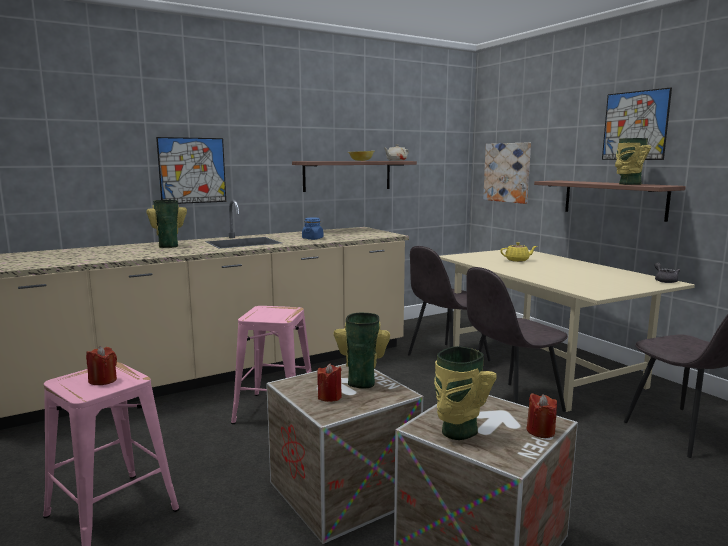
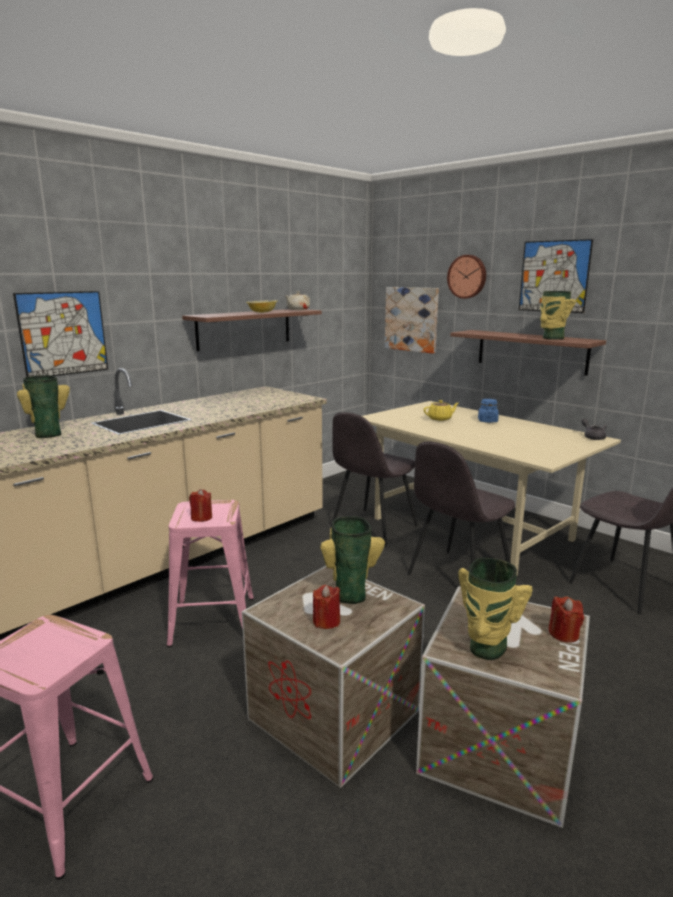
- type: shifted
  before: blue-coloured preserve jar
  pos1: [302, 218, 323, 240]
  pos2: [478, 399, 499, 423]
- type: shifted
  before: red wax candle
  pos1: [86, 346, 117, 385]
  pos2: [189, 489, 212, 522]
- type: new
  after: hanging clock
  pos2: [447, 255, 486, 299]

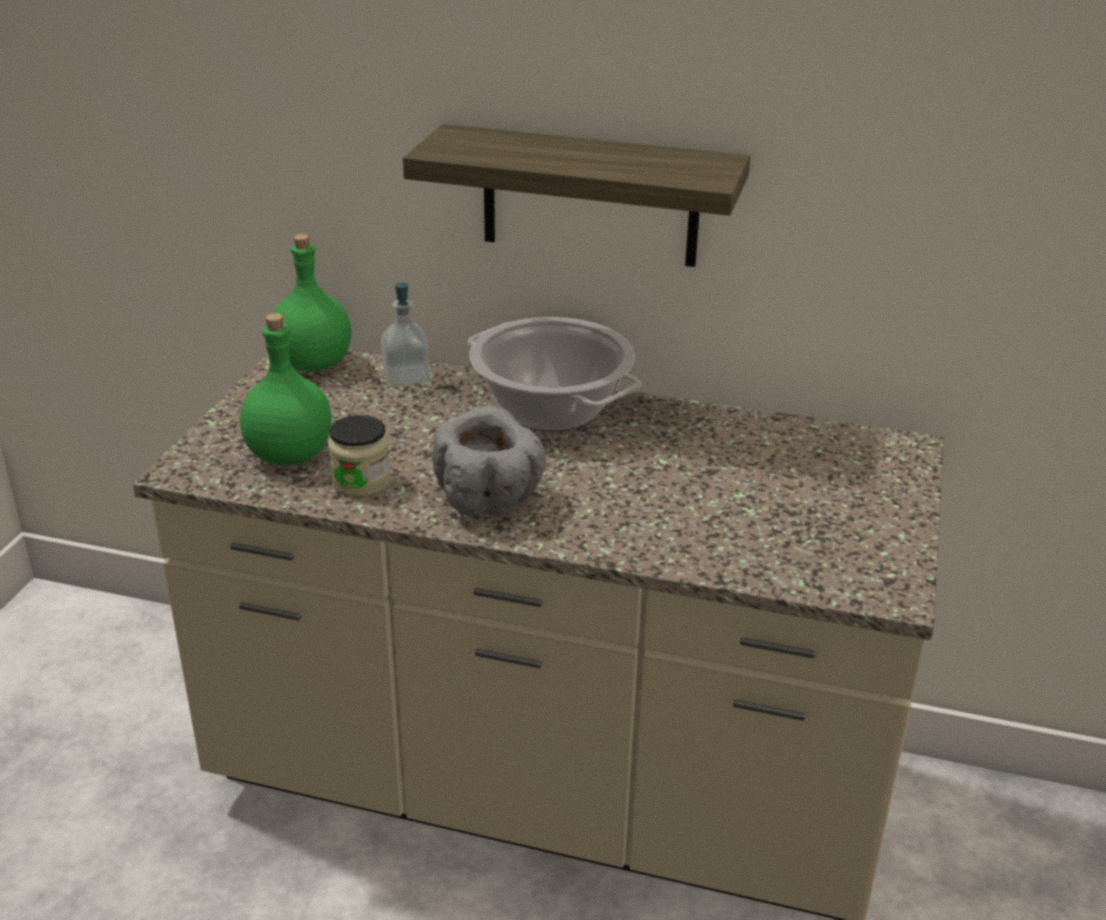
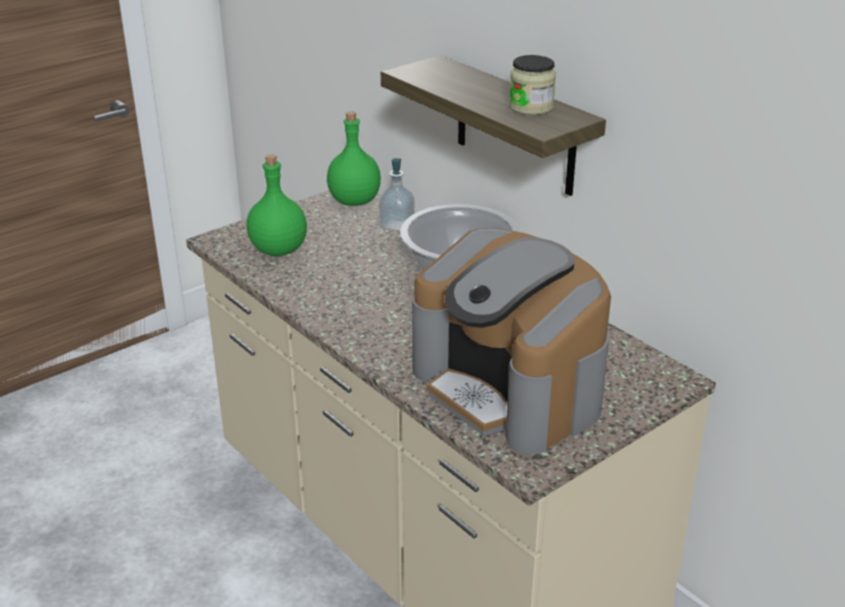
- type: gone
  before: greyish serving bowl
  pos1: [432, 405, 546, 516]
- type: shifted
  before: preserve jar
  pos1: [328, 415, 391, 497]
  pos2: [509, 55, 556, 115]
- type: new
  after: coffee machine
  pos2: [412, 228, 611, 454]

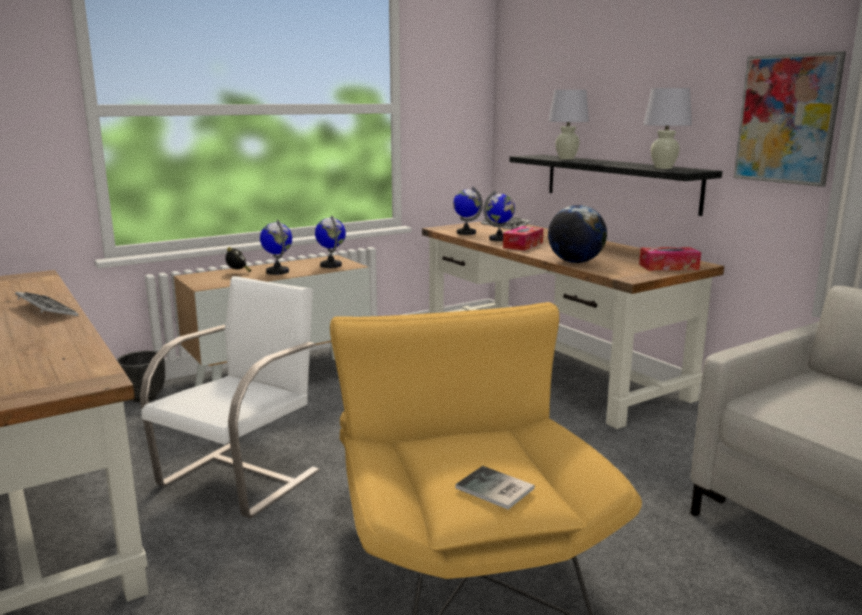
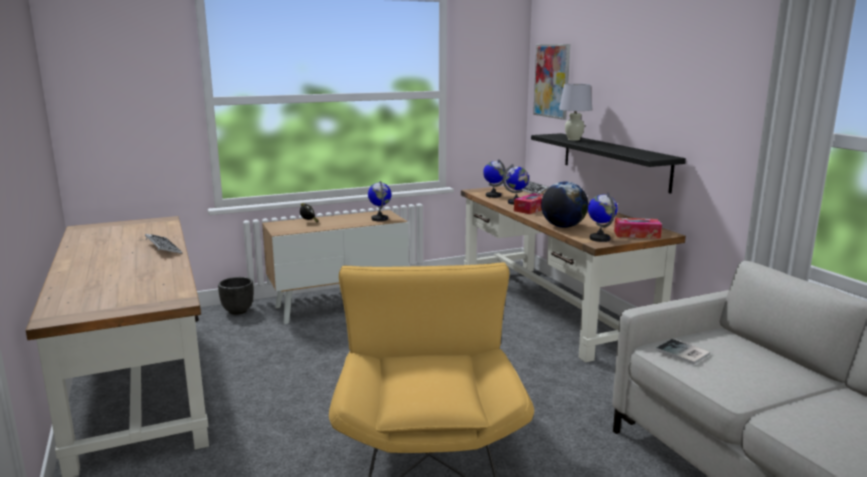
- type: shifted
  before: wall picture
  pos1: [734, 51, 846, 187]
  pos2: [533, 44, 570, 120]
- type: gone
  before: white lamp for a table
  pos1: [643, 88, 692, 169]
- type: shifted
  before: world globe
  pos1: [260, 219, 292, 275]
  pos2: [588, 193, 618, 242]
- type: gone
  before: white chair
  pos1: [140, 276, 320, 518]
- type: shifted
  before: volume
  pos1: [455, 466, 535, 510]
  pos2: [656, 339, 710, 364]

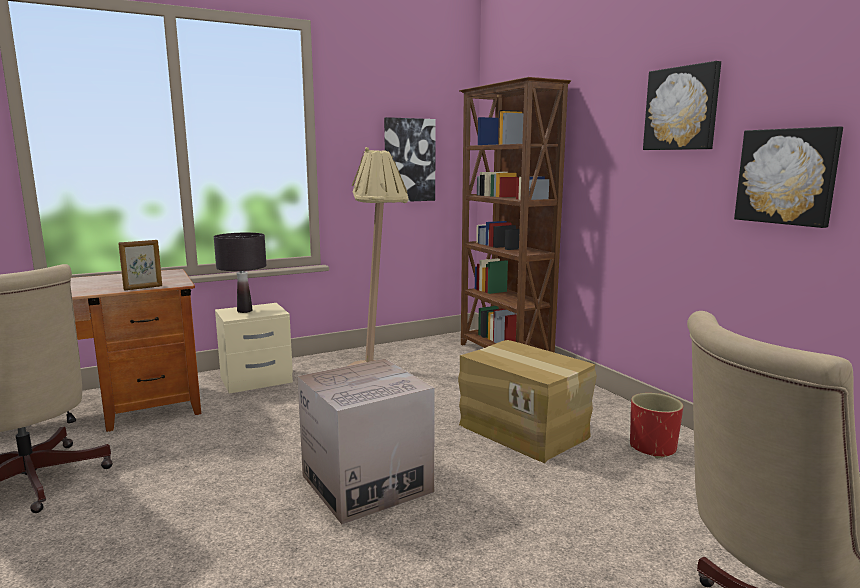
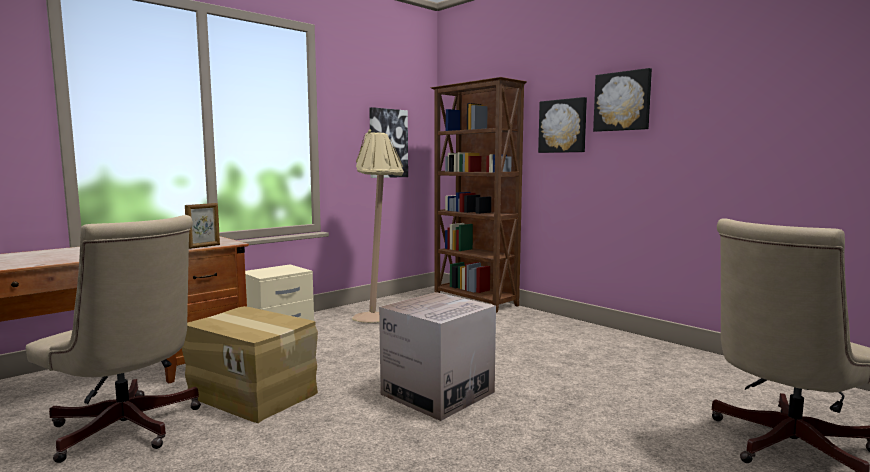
- type: shifted
  before: wall picture
  pos1: [734, 126, 843, 228]
  pos2: [538, 97, 587, 153]
- type: gone
  before: black-coloured lamp for a table
  pos1: [214, 233, 266, 313]
- type: shifted
  before: packing box
  pos1: [458, 340, 596, 463]
  pos2: [182, 306, 318, 423]
- type: gone
  before: red flower pot
  pos1: [630, 393, 683, 458]

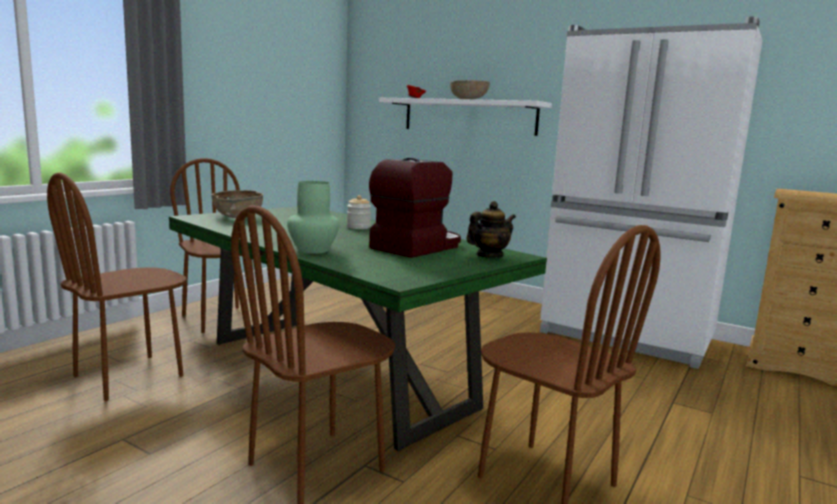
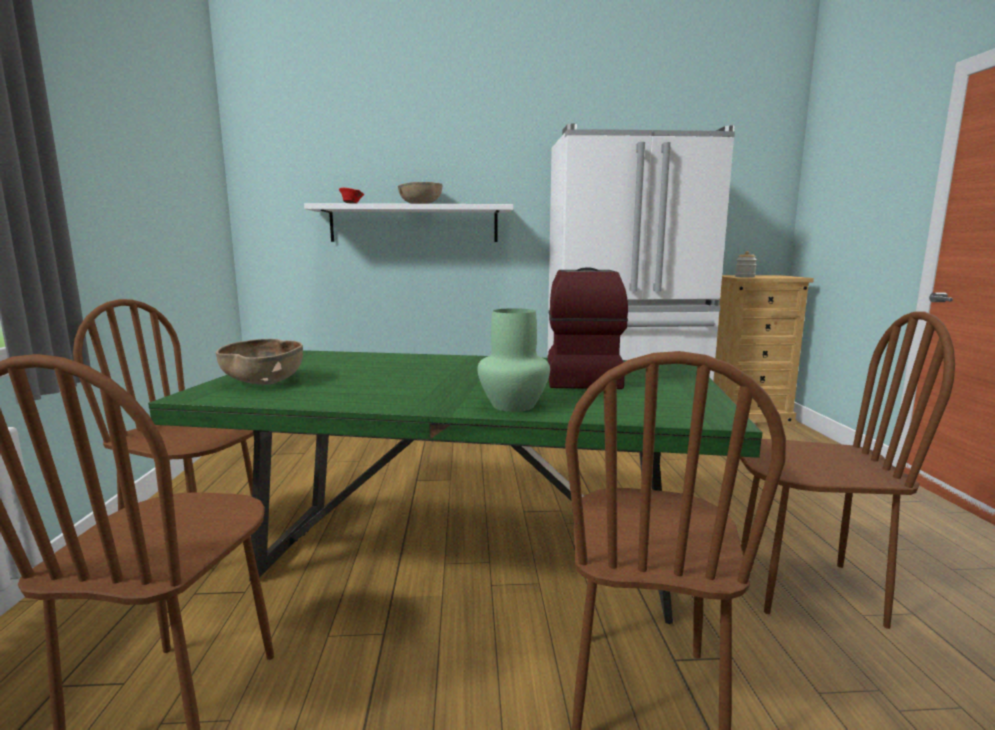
- type: shifted
  before: preserve jar
  pos1: [347, 195, 371, 229]
  pos2: [735, 251, 757, 278]
- type: gone
  before: teapot
  pos1: [466, 201, 516, 258]

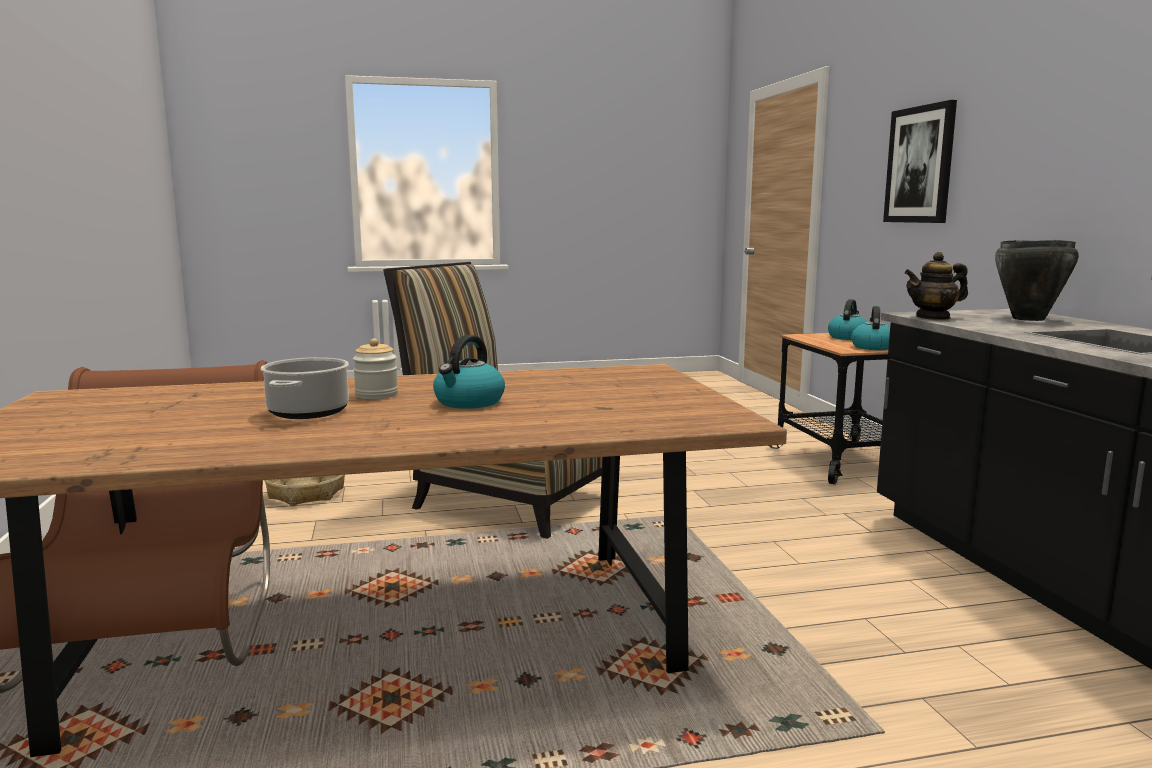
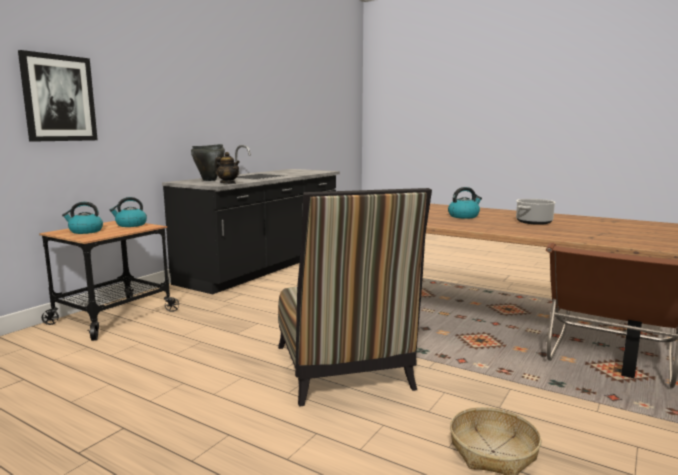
- type: gone
  before: preserve jar
  pos1: [353, 338, 398, 399]

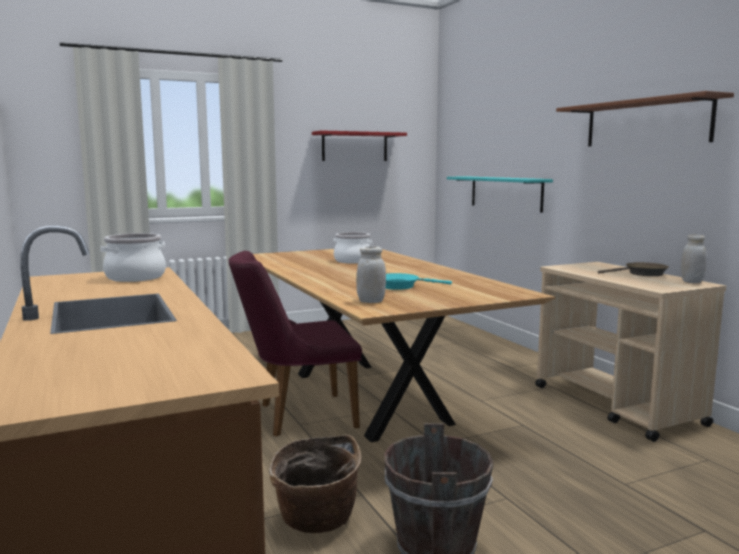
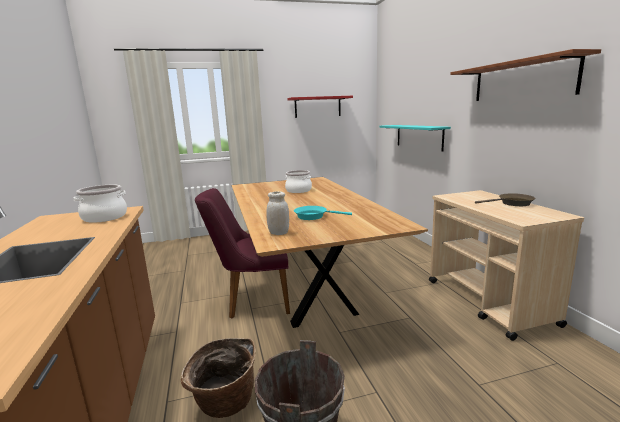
- type: gone
  before: white preserve jar
  pos1: [681, 234, 706, 283]

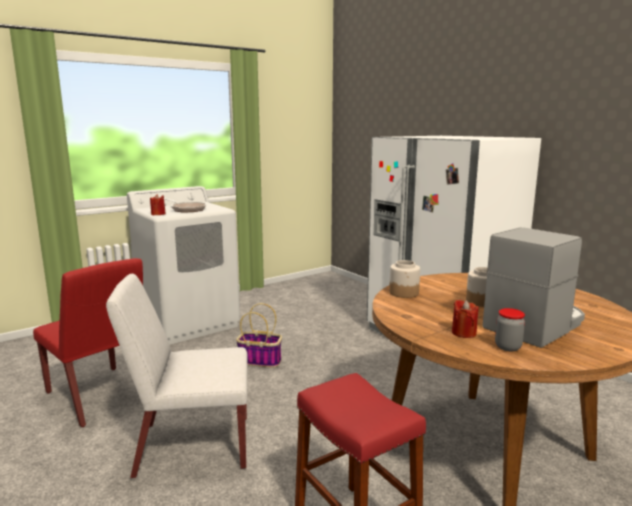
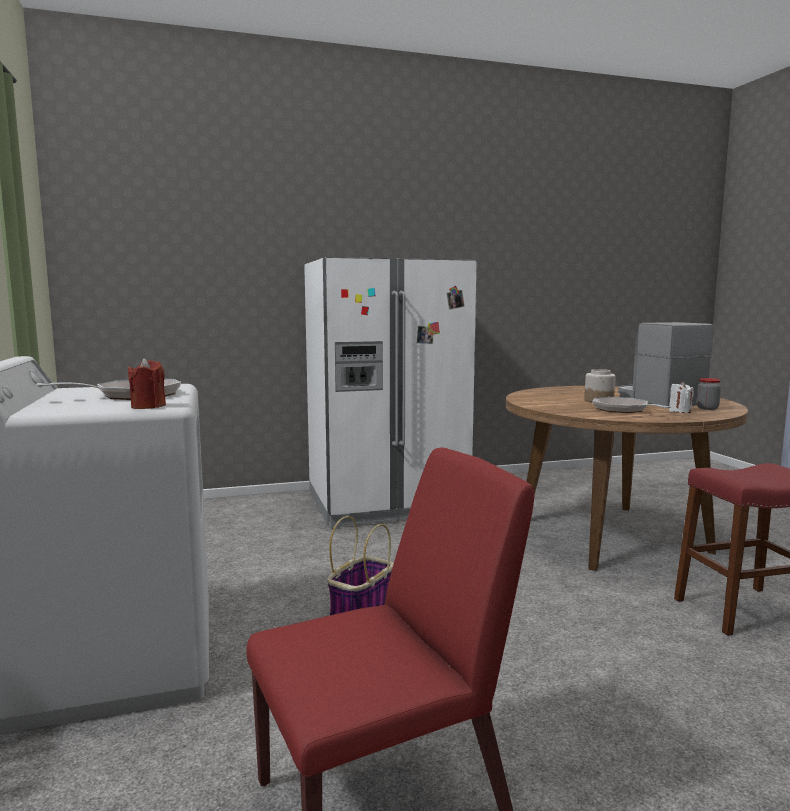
- type: gone
  before: preserve jar
  pos1: [389, 260, 420, 298]
- type: gone
  before: white chair
  pos1: [106, 274, 248, 479]
- type: repainted
  before: red wax candle
  after: white wax candle
  pos1: [452, 300, 479, 338]
  pos2: [669, 381, 694, 413]
- type: new
  after: frying pan
  pos2: [593, 397, 671, 413]

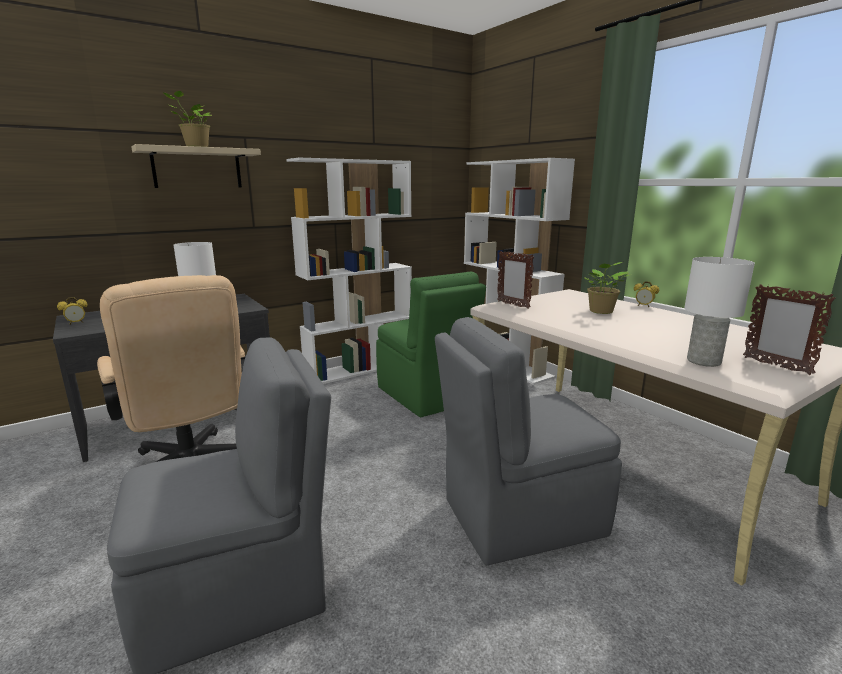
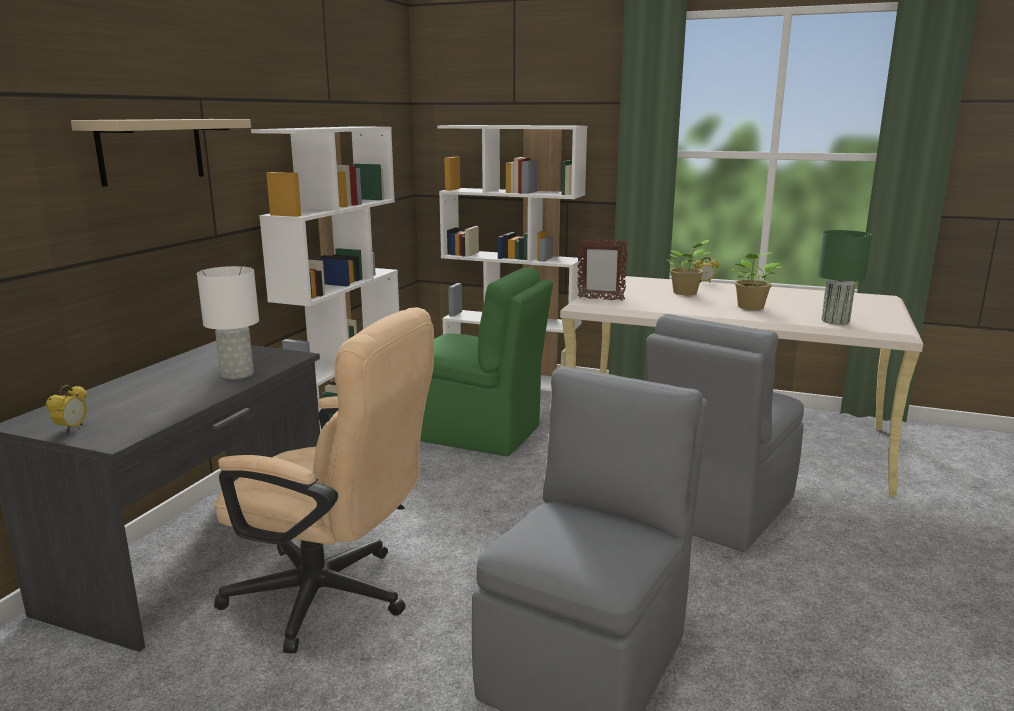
- type: shifted
  before: plant in a pot
  pos1: [162, 91, 212, 147]
  pos2: [732, 252, 784, 310]
- type: repainted
  before: white lamp for a table
  after: green lamp for a table
  pos1: [684, 257, 755, 367]
  pos2: [818, 230, 872, 325]
- type: gone
  before: picture frame
  pos1: [743, 284, 836, 375]

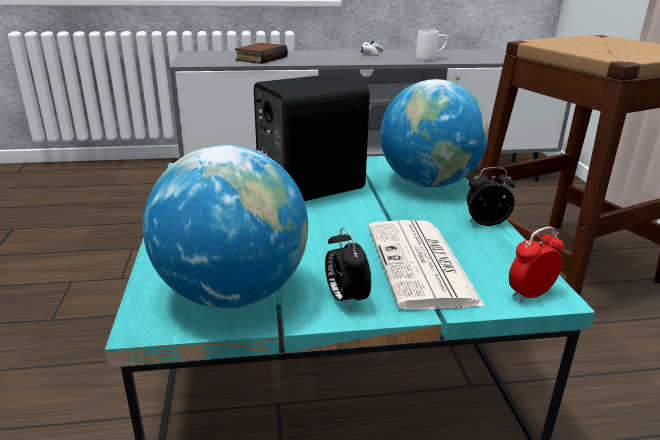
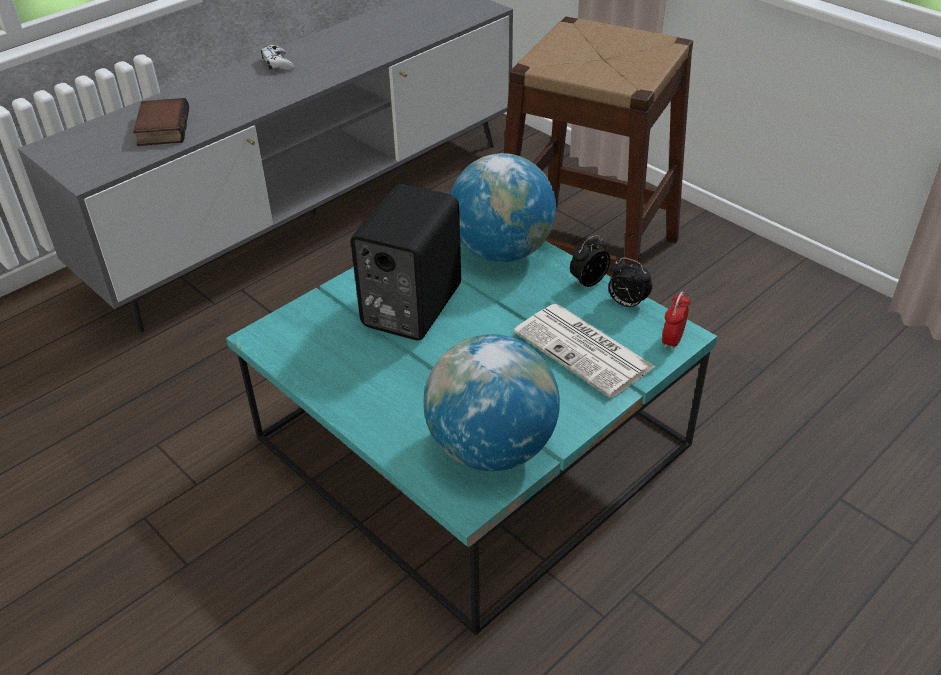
- type: gone
  before: white tea mug
  pos1: [416, 29, 447, 61]
- type: shifted
  before: alarm clock
  pos1: [325, 227, 371, 311]
  pos2: [608, 257, 652, 310]

